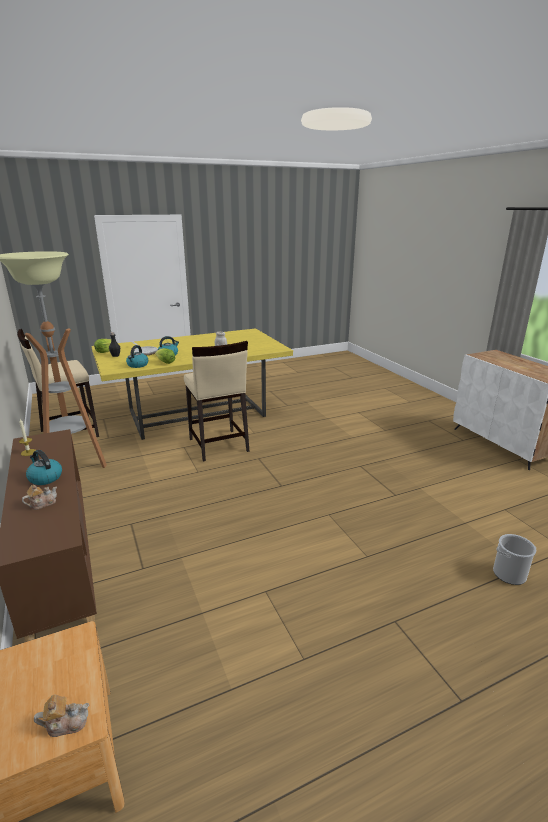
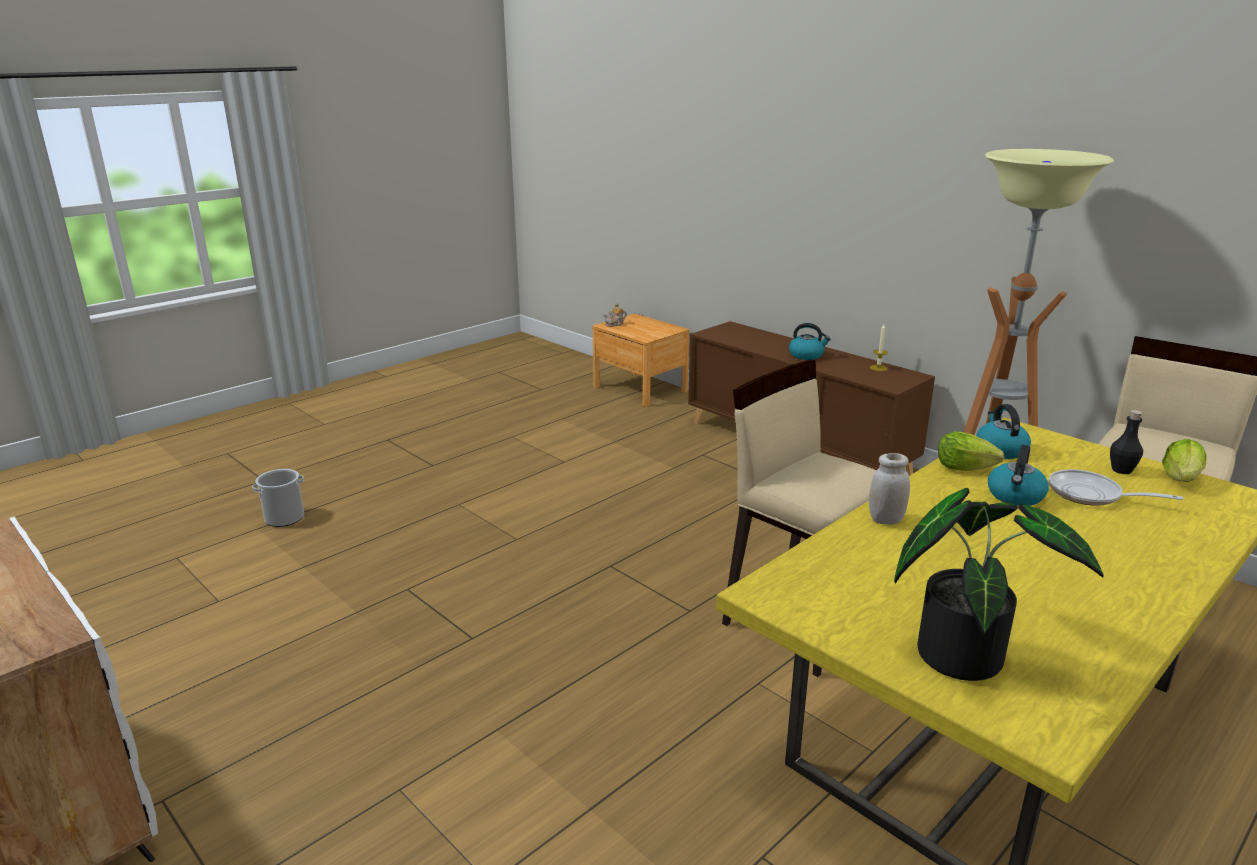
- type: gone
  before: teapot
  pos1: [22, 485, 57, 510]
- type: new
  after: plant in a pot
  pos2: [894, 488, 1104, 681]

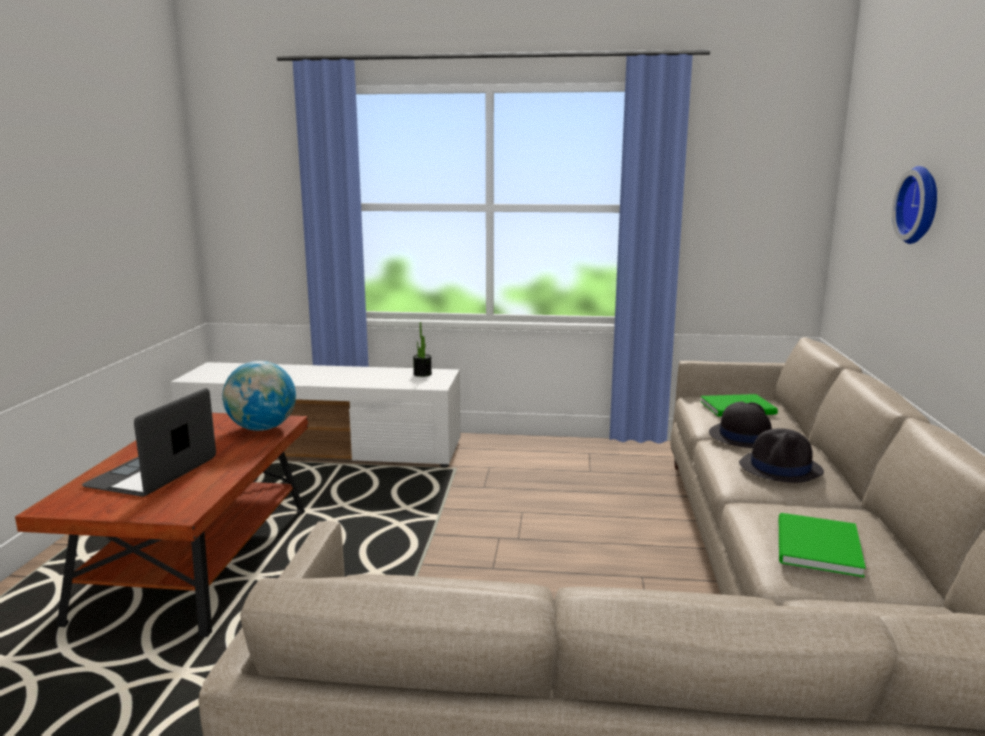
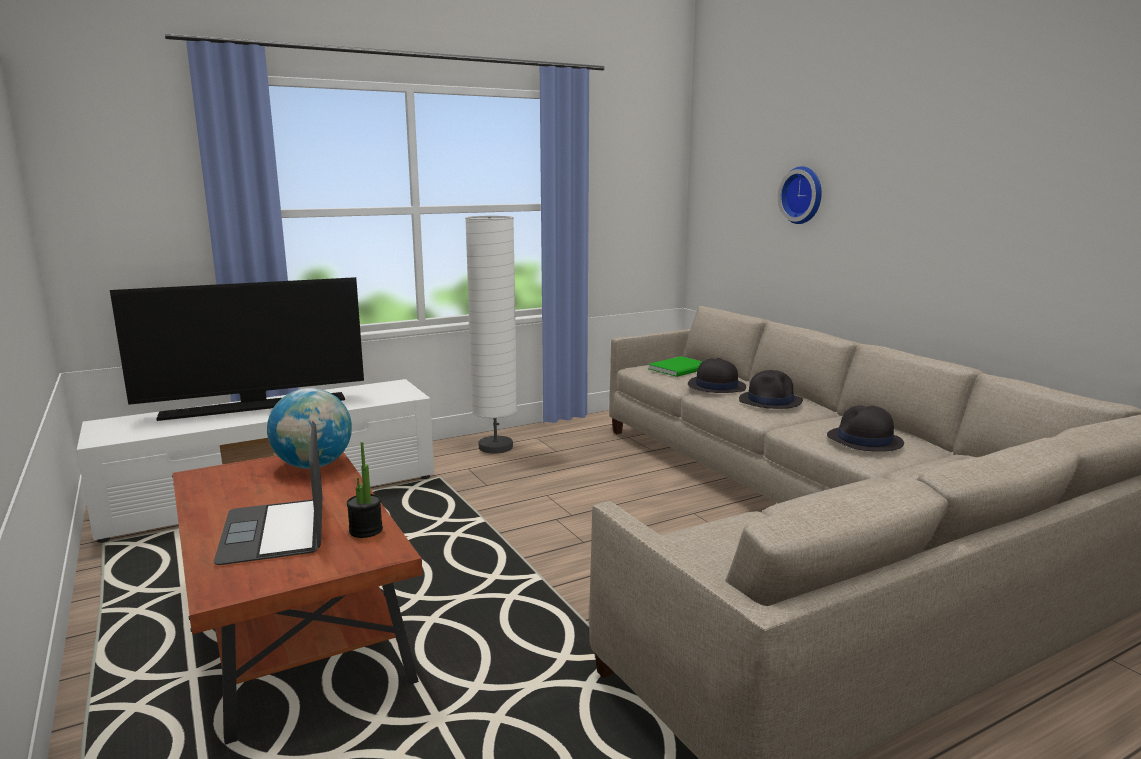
- type: shifted
  before: plant in a pot
  pos1: [413, 322, 432, 377]
  pos2: [347, 442, 383, 538]
- type: swapped
  before: green volume
  after: black-coloured wearable hat
  pos1: [779, 513, 866, 577]
  pos2: [827, 406, 904, 452]
- type: new
  after: white floor lamp
  pos2: [465, 216, 518, 454]
- type: new
  after: TV
  pos2: [110, 277, 364, 421]

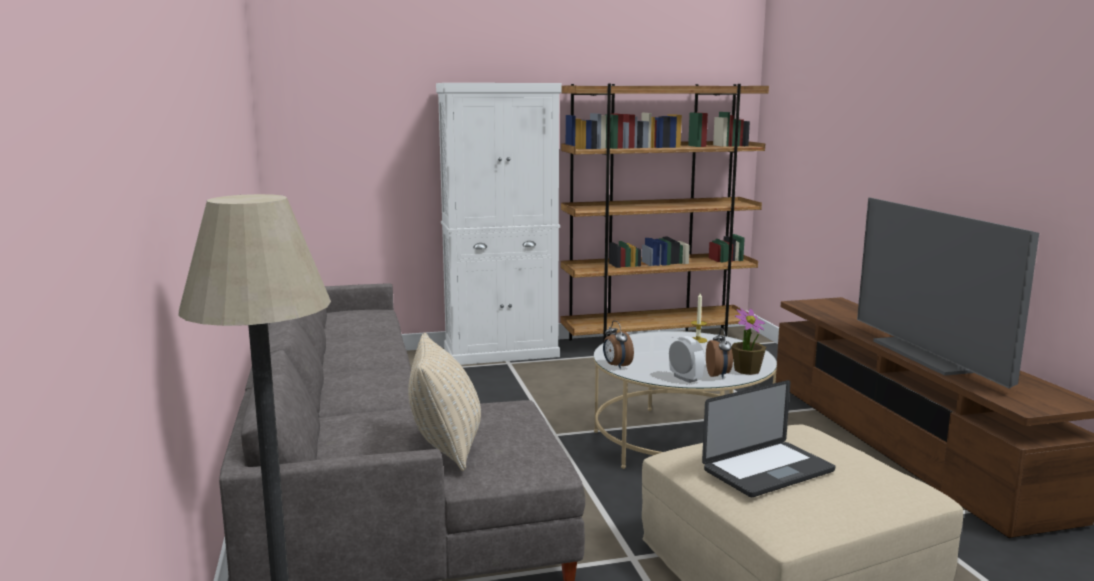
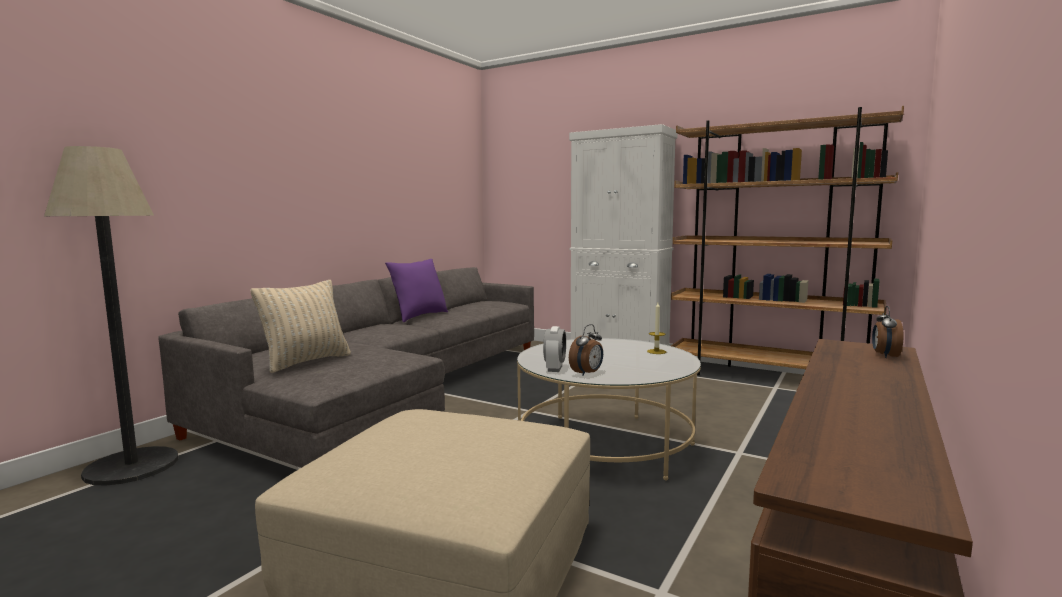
- type: gone
  before: TV
  pos1: [857, 198, 1039, 388]
- type: gone
  before: plant in a pot
  pos1: [731, 308, 766, 375]
- type: shifted
  before: alarm clock
  pos1: [603, 320, 634, 369]
  pos2: [872, 306, 904, 358]
- type: gone
  before: portable computer
  pos1: [702, 380, 836, 497]
- type: new
  after: purplish pillow
  pos2: [385, 259, 448, 322]

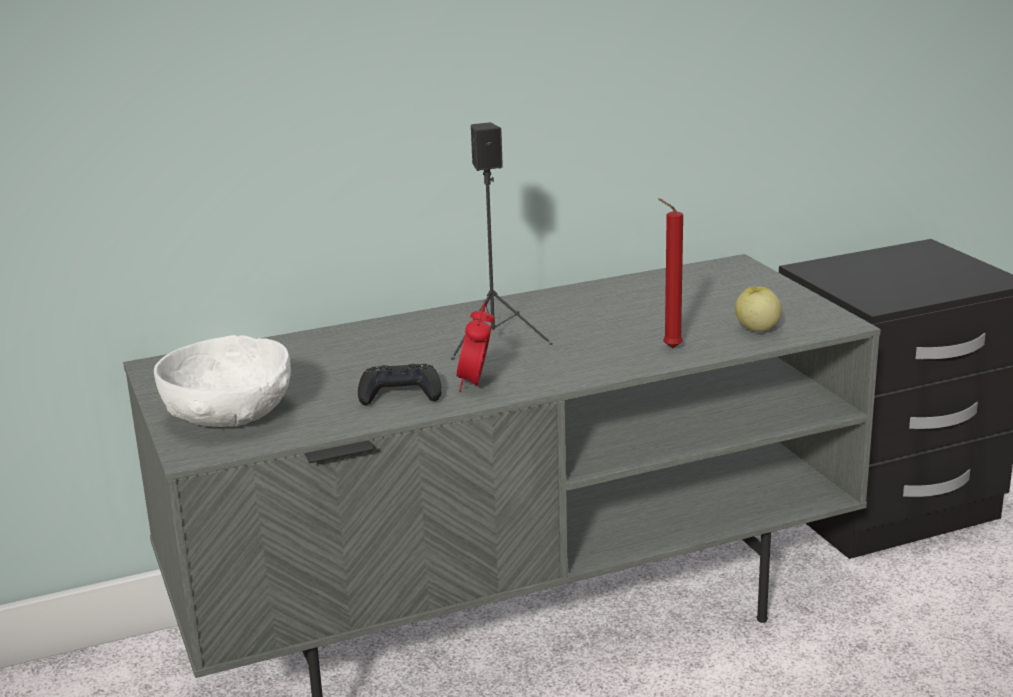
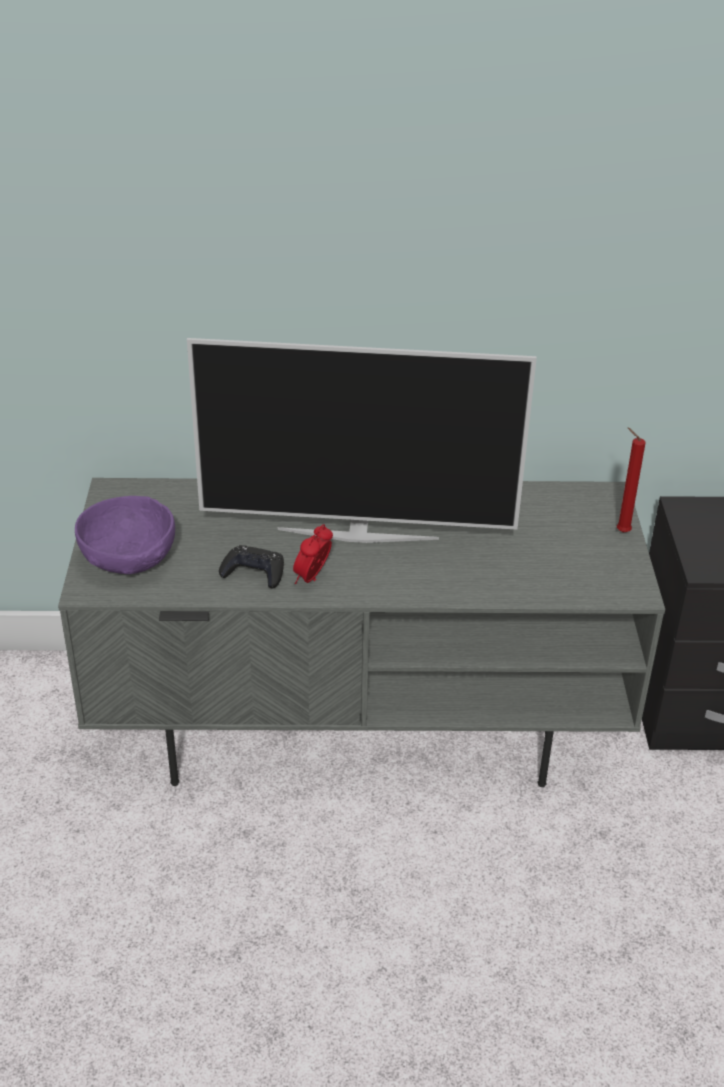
- type: swapped
  before: black-coloured audio speaker
  after: TV
  pos1: [451, 122, 552, 360]
  pos2: [187, 338, 537, 543]
- type: shifted
  before: red wax candle
  pos1: [658, 198, 683, 348]
  pos2: [617, 428, 646, 533]
- type: gone
  before: apple
  pos1: [735, 286, 782, 332]
- type: repainted
  before: white serving bowl
  after: purplish serving bowl
  pos1: [154, 335, 291, 427]
  pos2: [75, 496, 175, 574]

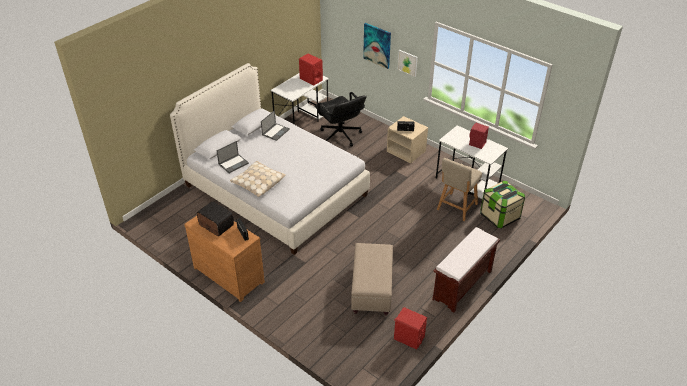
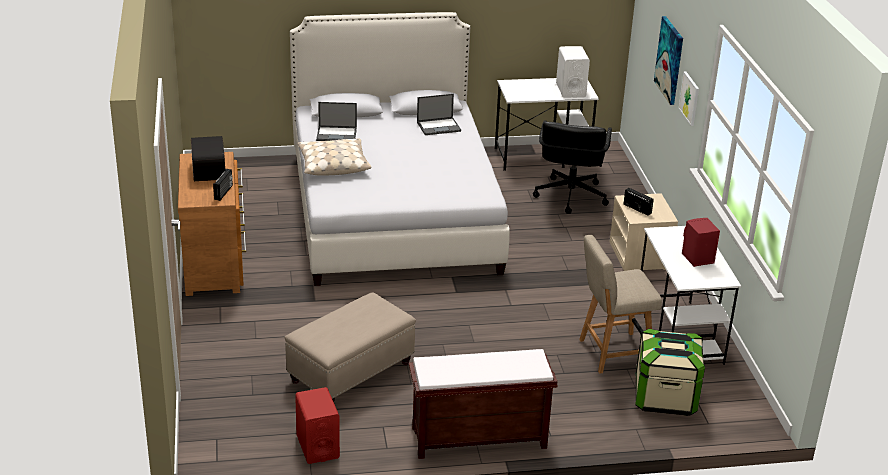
- type: repainted
  before: red audio speaker
  after: white audio speaker
  pos1: [299, 54, 323, 86]
  pos2: [556, 46, 590, 98]

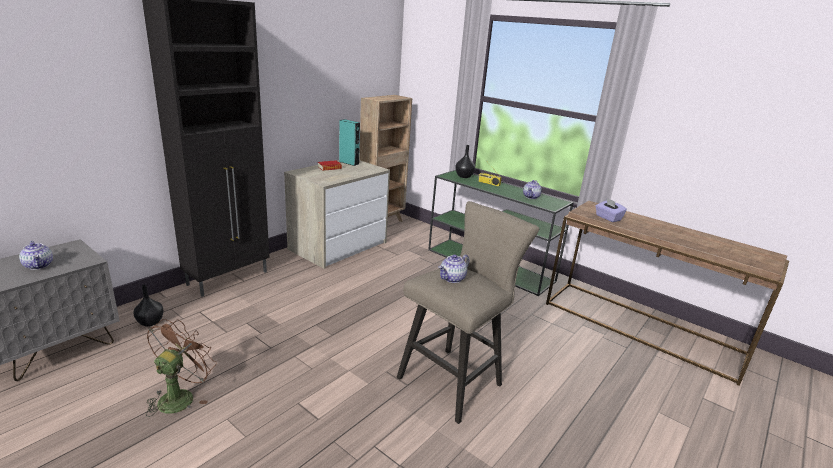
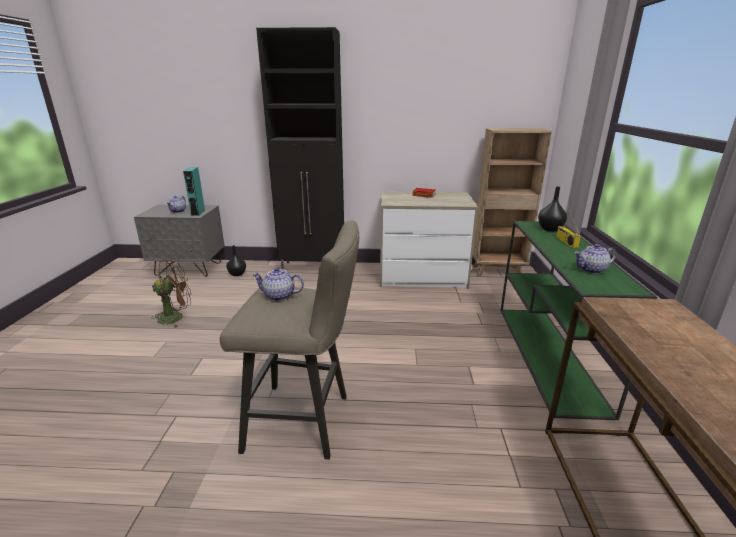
- type: shifted
  before: turquoise-coloured audio speaker
  pos1: [339, 119, 360, 166]
  pos2: [183, 167, 205, 216]
- type: gone
  before: purplish box of tissues
  pos1: [595, 198, 627, 222]

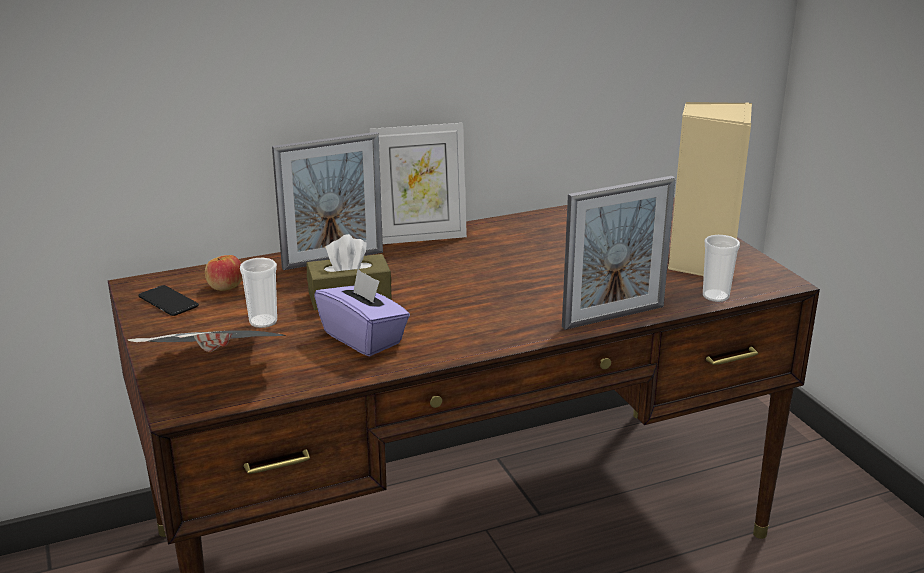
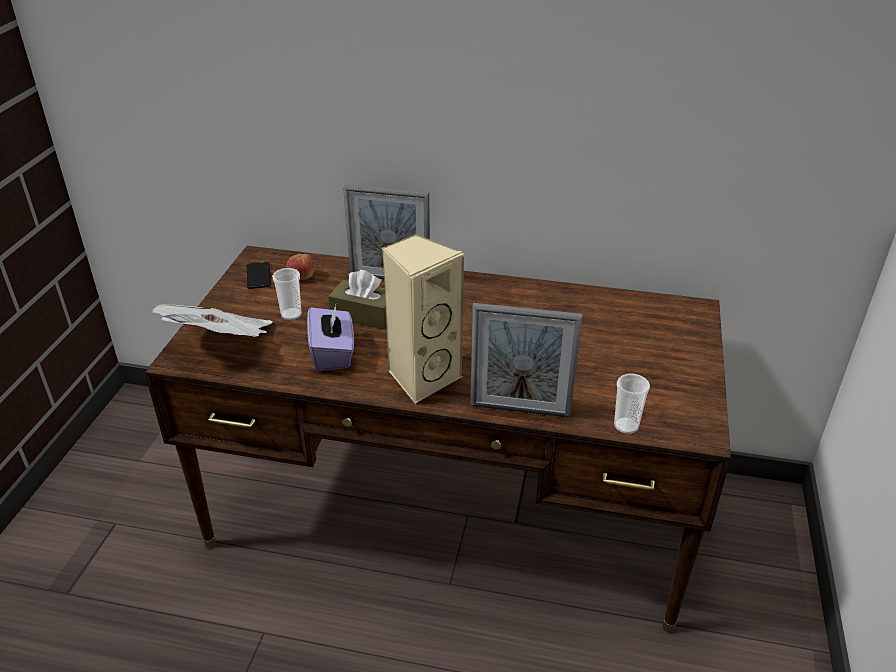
- type: shifted
  before: beige audio speaker
  pos1: [668, 102, 752, 276]
  pos2: [382, 233, 465, 404]
- type: gone
  before: picture frame
  pos1: [369, 123, 467, 244]

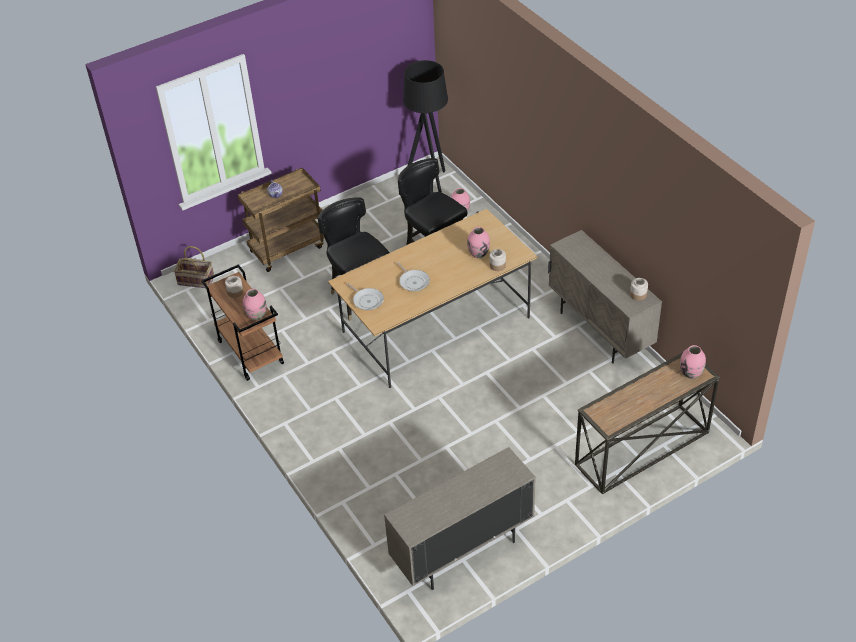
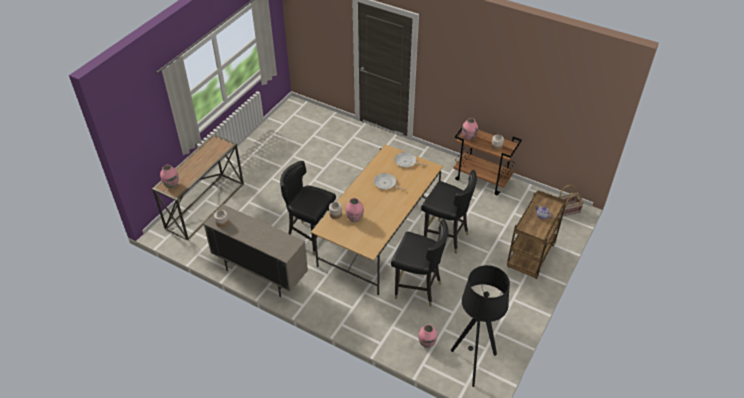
- type: gone
  before: beige cupboard
  pos1: [384, 447, 536, 590]
- type: new
  after: black-coloured chair
  pos2: [280, 161, 336, 255]

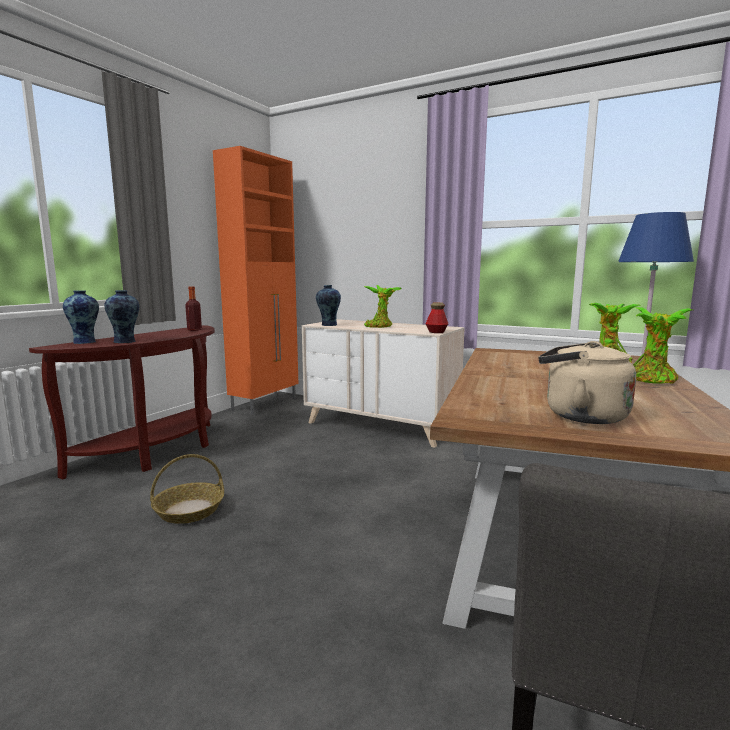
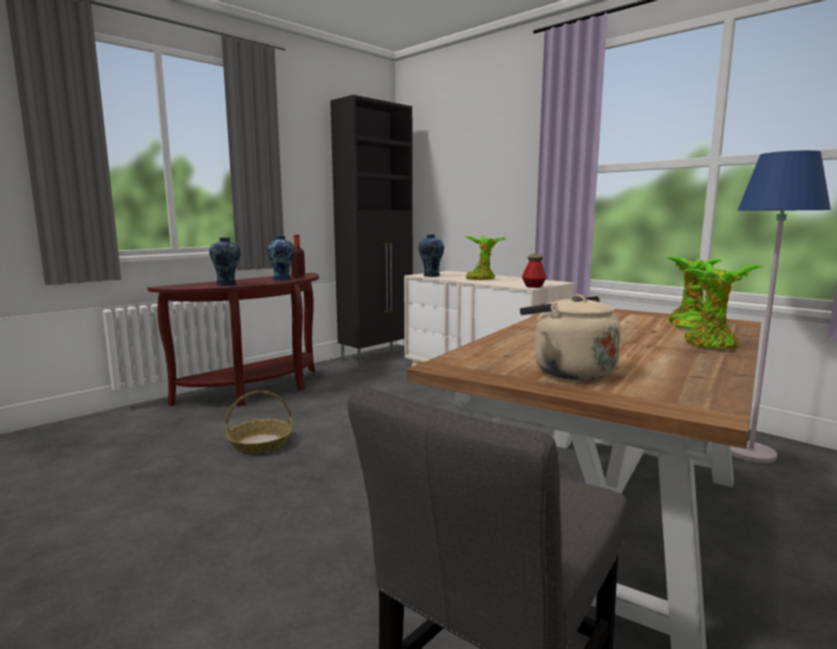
- type: repainted
  before: orange cupboard
  after: black-coloured cupboard
  pos1: [213, 146, 298, 415]
  pos2: [330, 95, 413, 365]
- type: shifted
  before: flower vase
  pos1: [63, 291, 99, 344]
  pos2: [267, 236, 295, 281]

